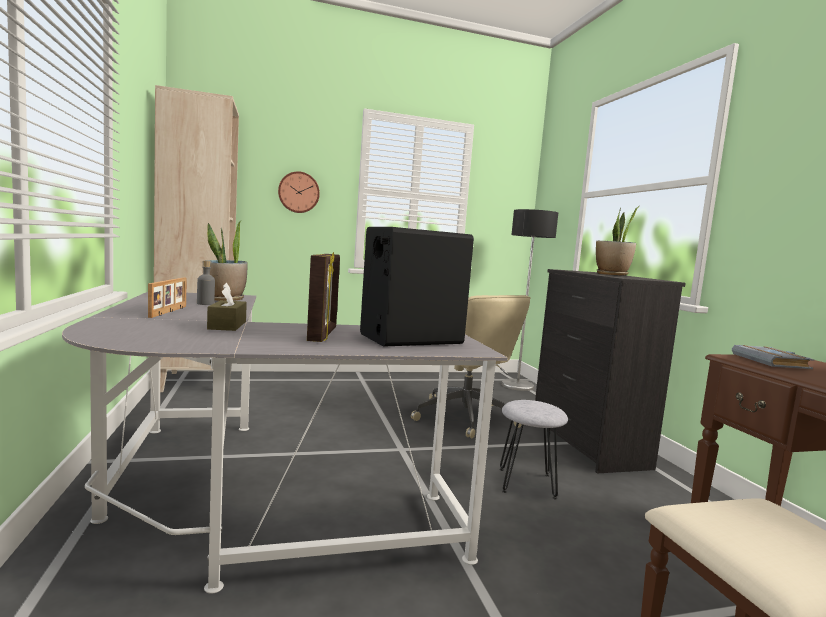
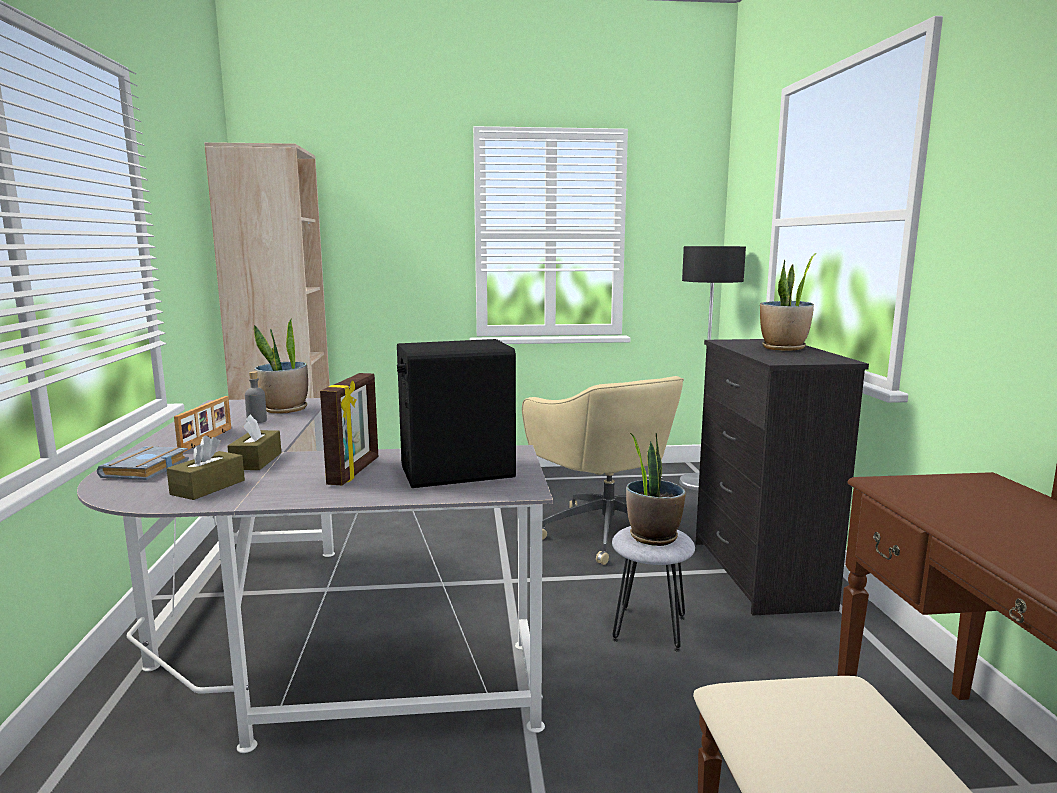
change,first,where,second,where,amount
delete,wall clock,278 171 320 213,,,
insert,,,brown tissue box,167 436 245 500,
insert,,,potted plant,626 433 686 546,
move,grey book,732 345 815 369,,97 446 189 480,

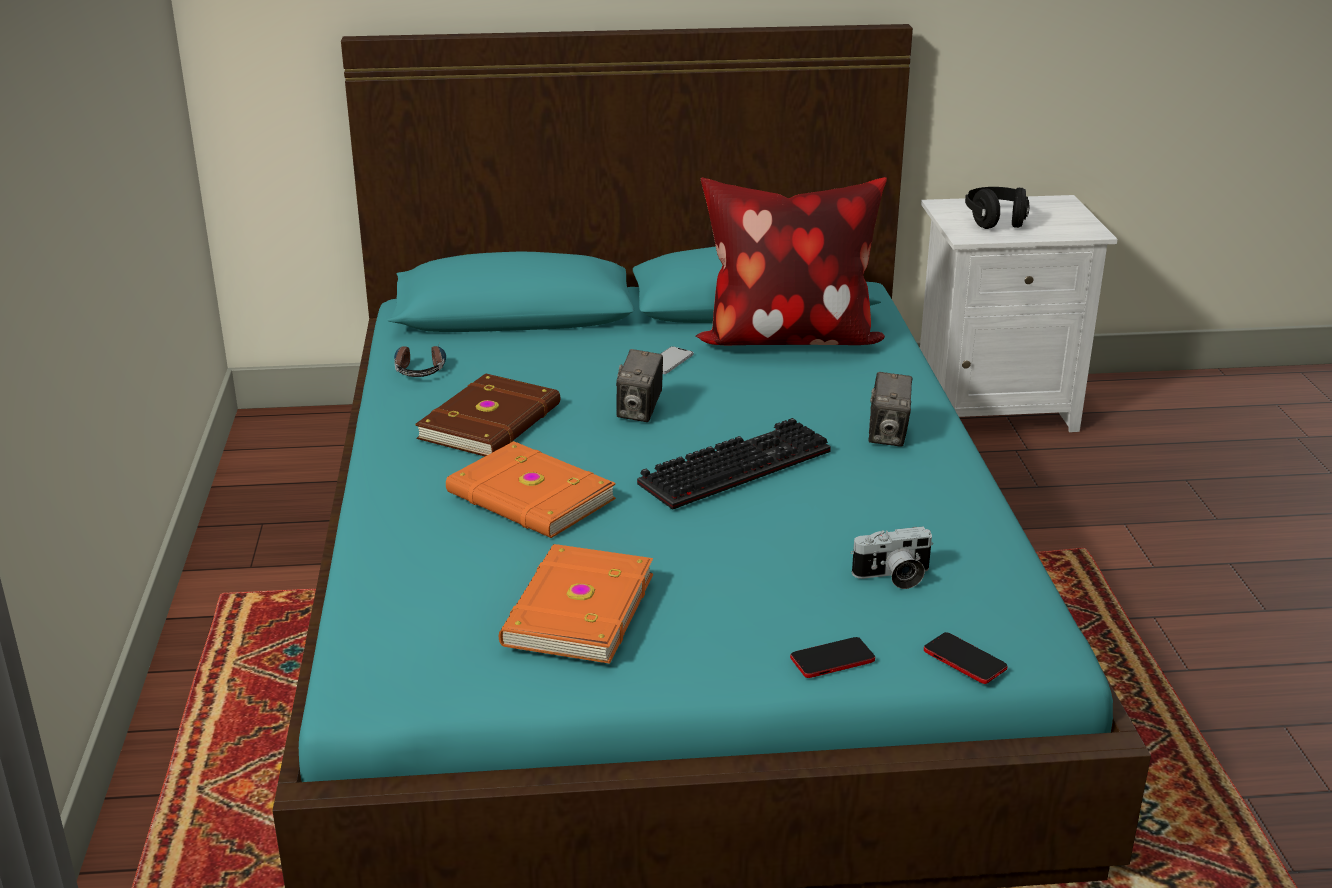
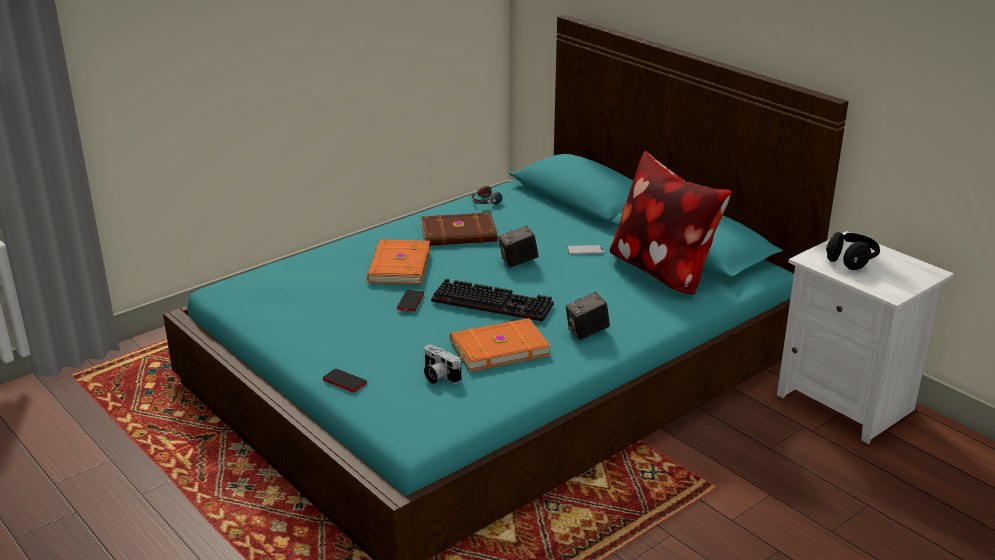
change,first,where,second,where,amount
move,orange book,499 544 653 664,,450 318 551 372,
move,phone,924 632 1007 684,,397 290 424 311,

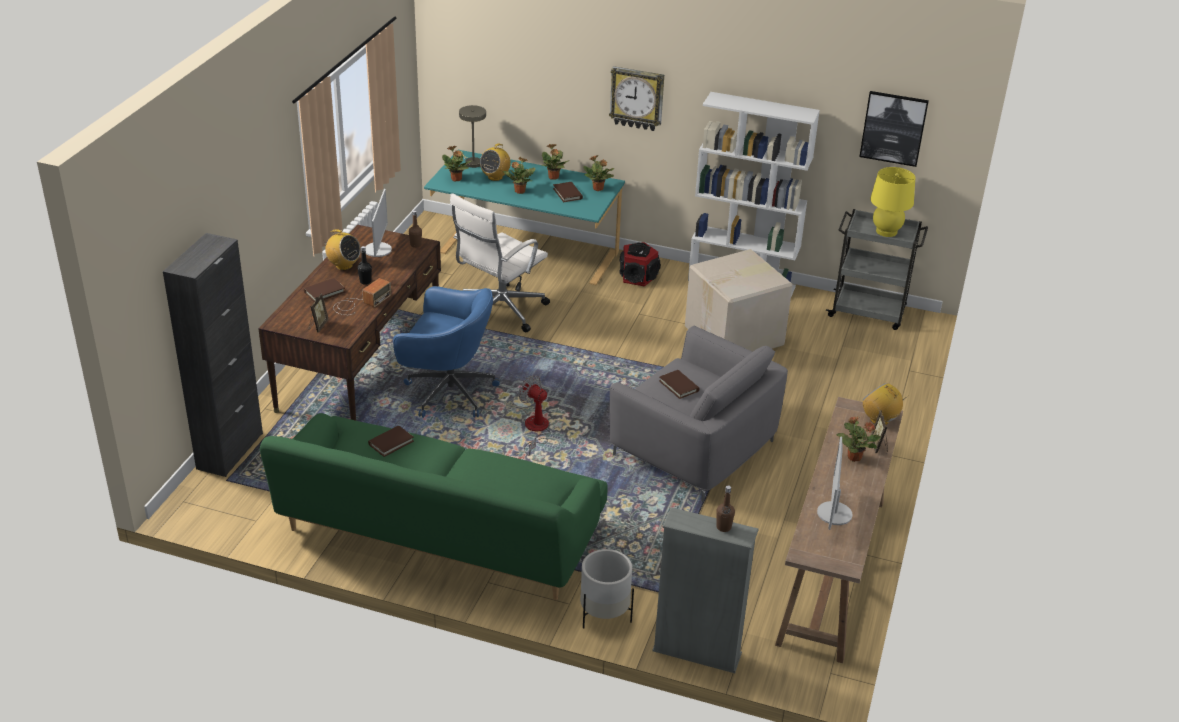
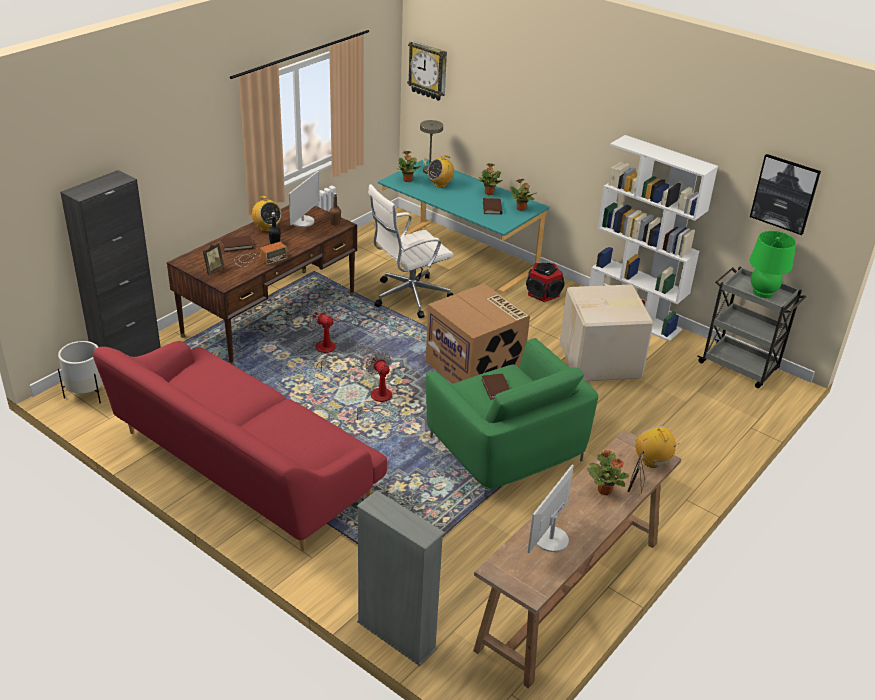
change,first,where,second,where,amount
delete,brown book,368 425 414 457,,,
delete,potted plant,503 157 535 194,,,
delete,brown bottle,716 486 735 532,,,
insert,,,cardboard box,426 284 530 384,
move,white planter,580 549 634 629,,58 341 103 403,
move,wall clock,609 66 664 131,,407 41 447 101,
replace,blue office chair,393 286 500 418,fan,309 305 337 373,
recolor,green sofa,260 413 608 600,red sofa,93 341 387 551,
recolor,grey armchair,610 326 788 502,green armchair,426 338 598 499,
recolor,yellow table lamp,870 167 915 237,green table lamp,750 231 796 298,

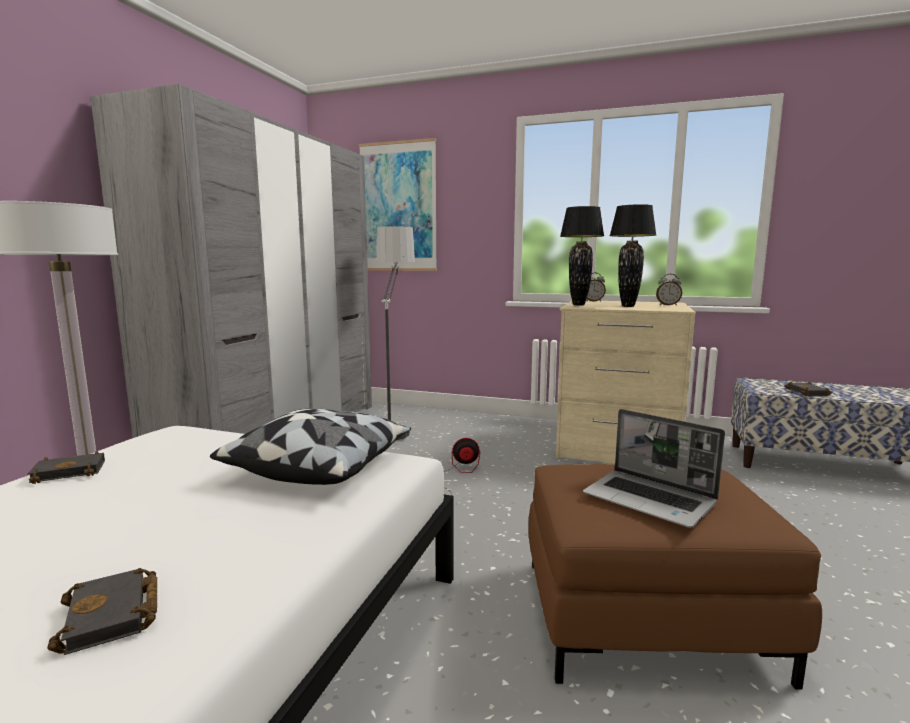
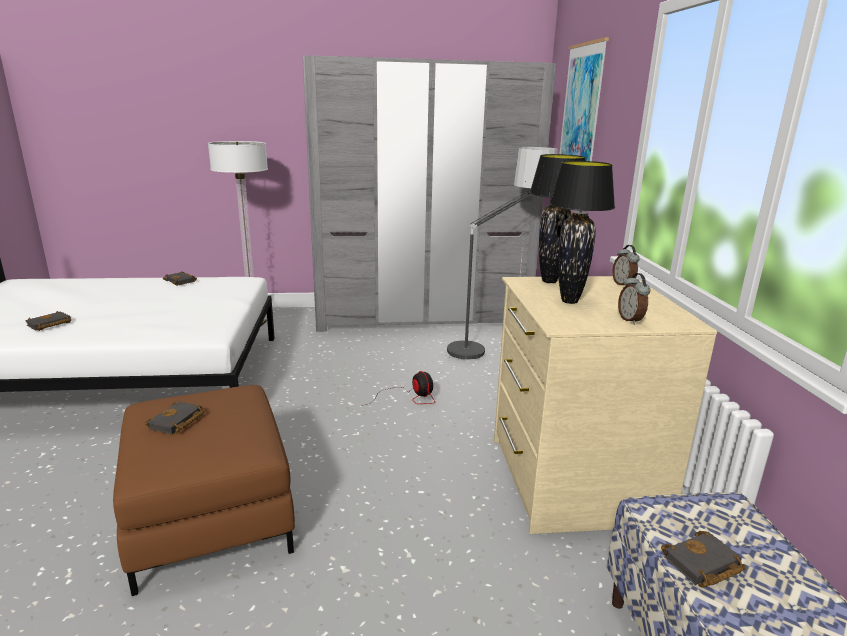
change,first,where,second,where,amount
delete,pillow,210 408 411 485,,,
replace,laptop,583 409 725 528,black book,145 401 205 434,

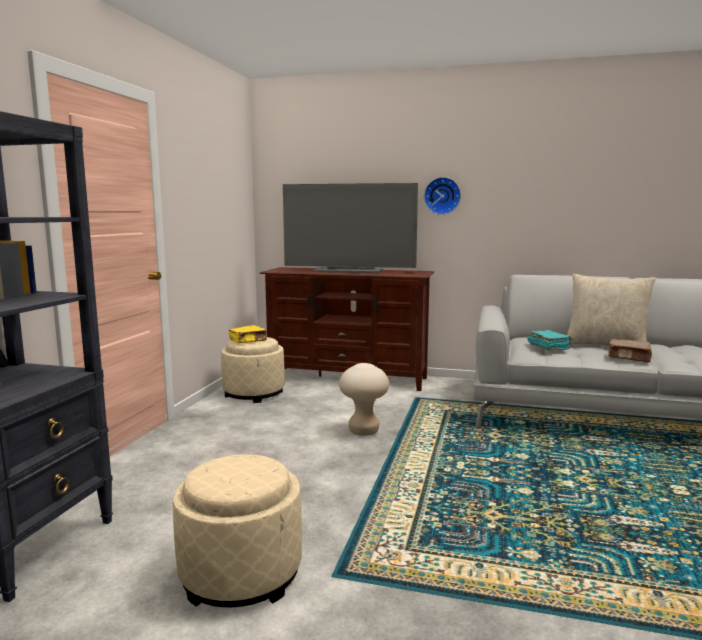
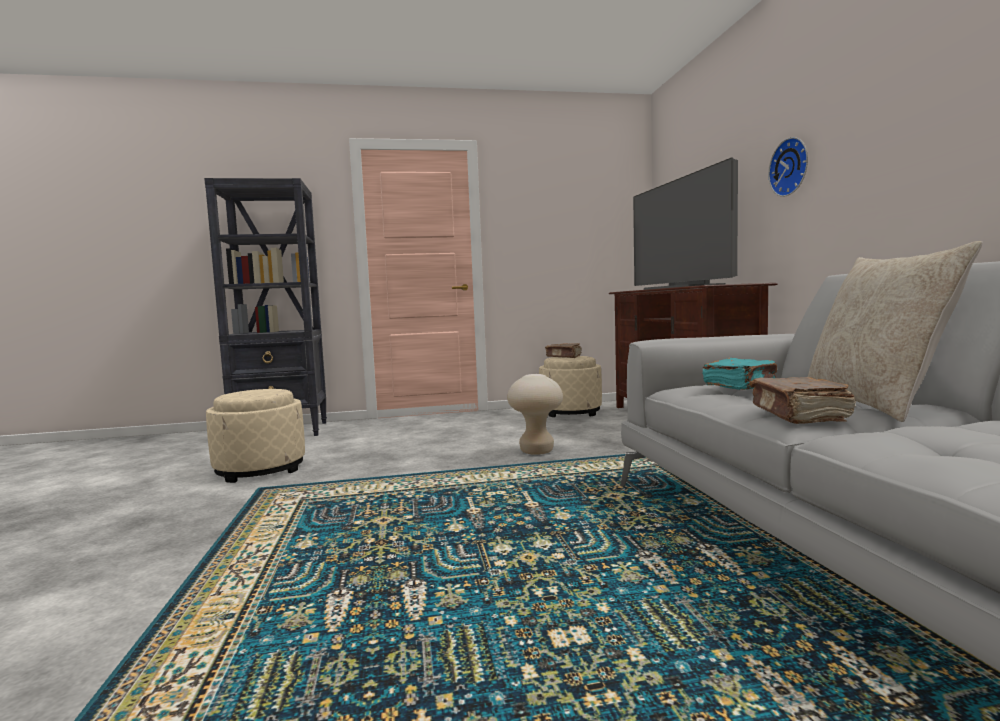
change,first,where,second,where,amount
recolor,yellow book,228 325 267 343,brown book,545 343 582 358,

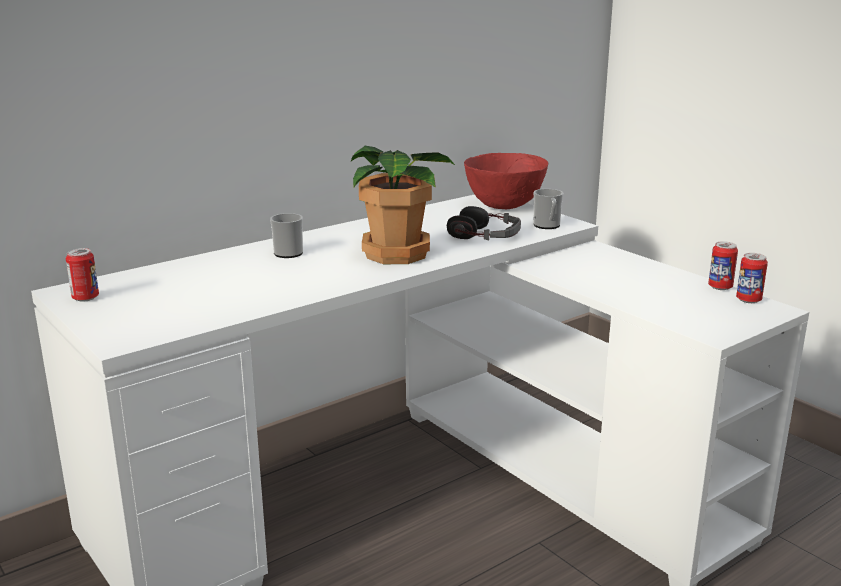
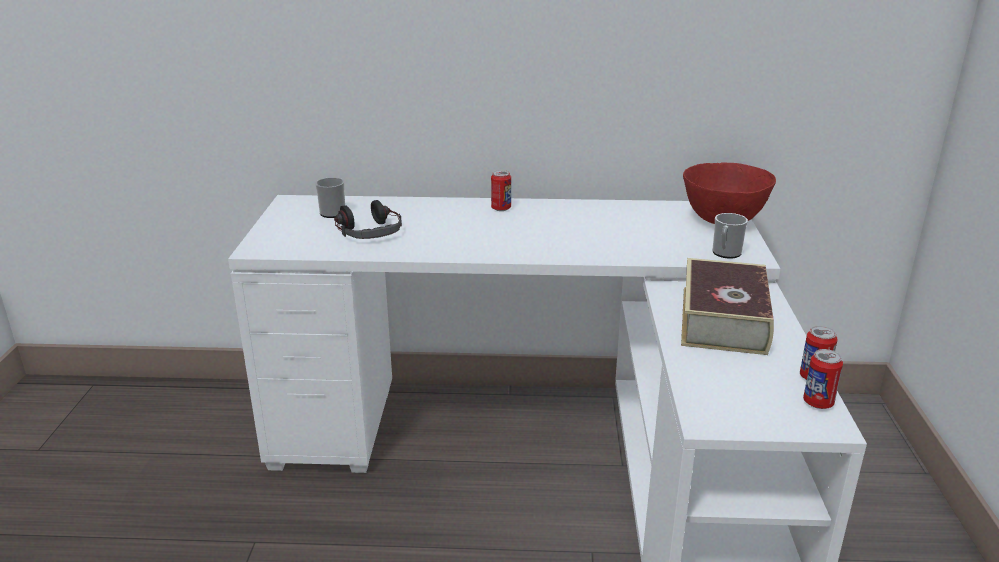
change,first,where,second,where,amount
delete,potted plant,351 146 456 264,,,
insert,,,book,681 258 774 355,
move,can,66 248 99 302,,491 170 511 211,
move,mug,270 213 303 258,,315 177 345 218,
move,headphones,447 206 521 241,,334 200 402 239,

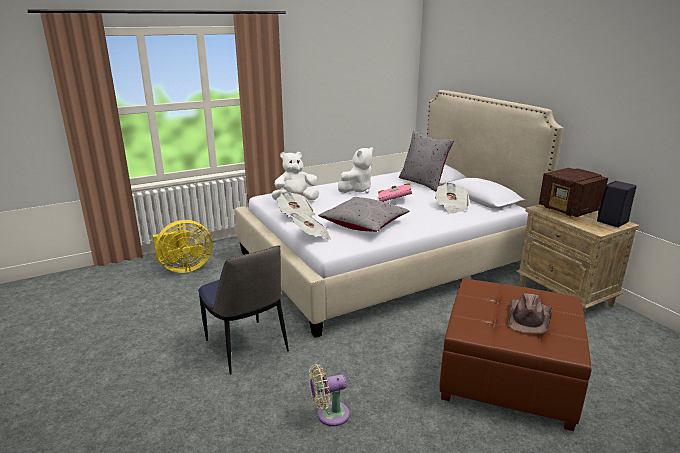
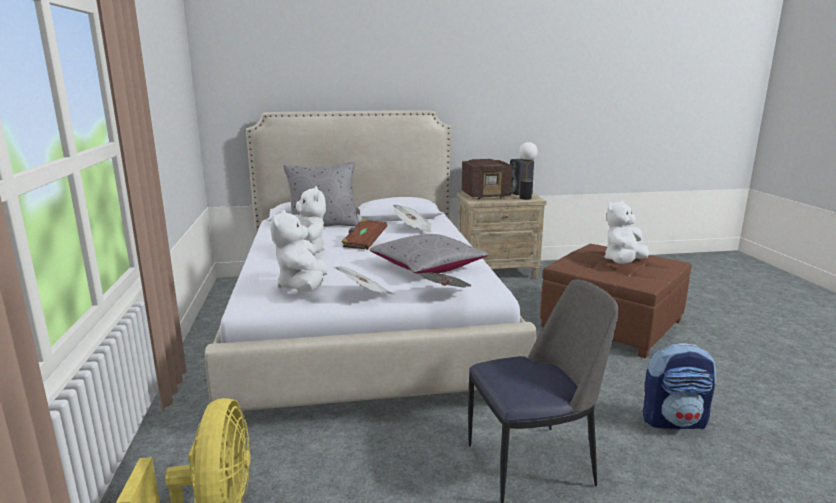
change,first,where,second,where,amount
insert,,,table lamp,519 142 538 200,
replace,beige fan,309 364 350 426,backpack,643 343 716 429,
replace,brown hat,508 293 553 334,white plush toy,605 200 649 264,
recolor,pink book,378 183 412 202,brown book,341 219 387 250,

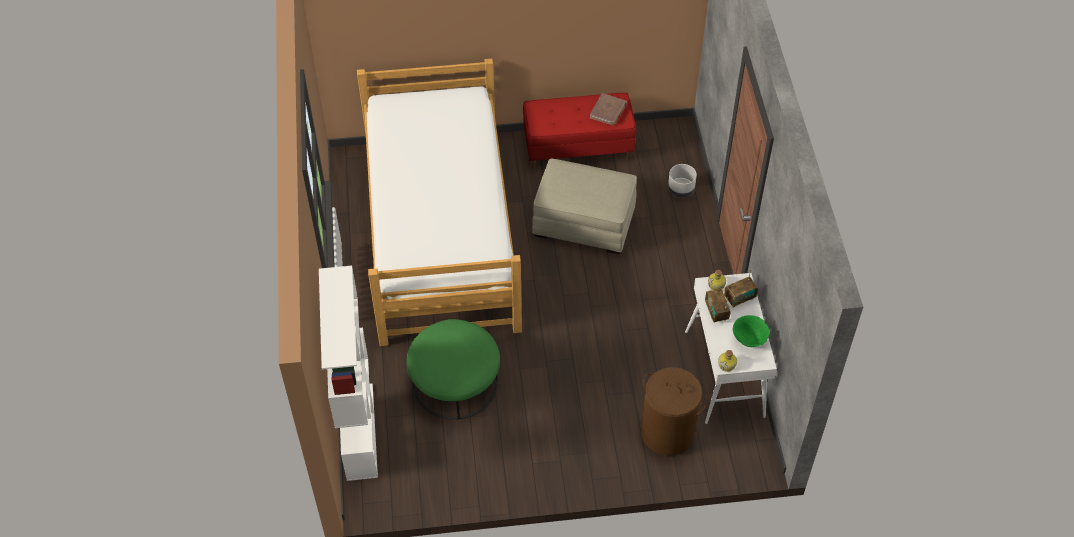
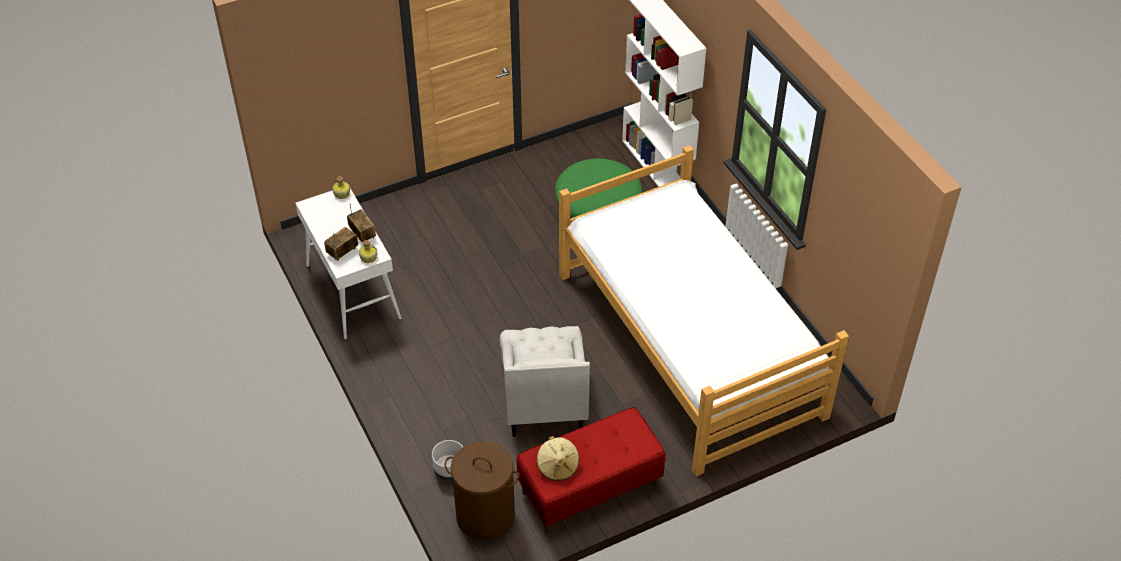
change,first,where,second,where,amount
delete,green bowl,733 315 770 347,,,
move,brown laundry basket,641 367 706 456,,445 441 519 540,
replace,beige ottoman,532 158 637 254,white armchair,500 326 590 437,
replace,brown book,590 93 627 125,beige hat,536 436 579 481,

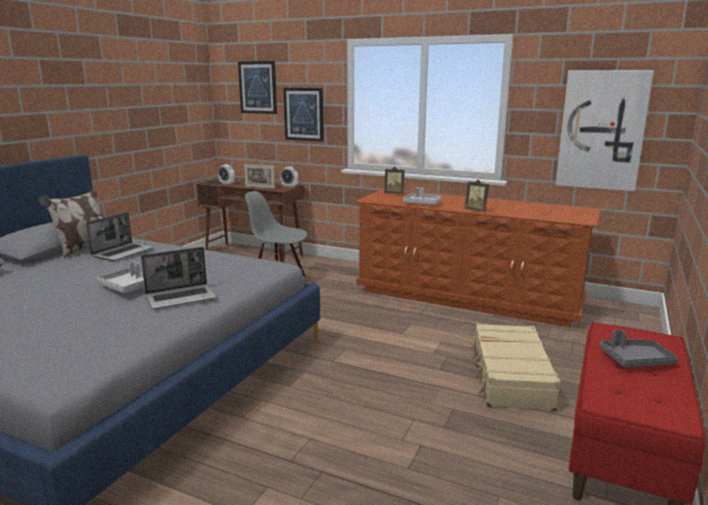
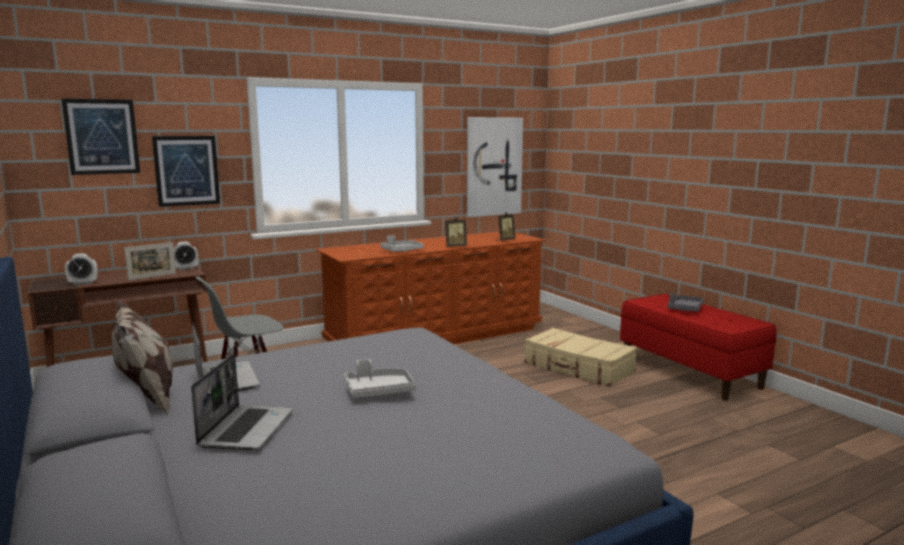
change,first,where,second,where,amount
move,laptop,141 247 217 309,,191 354 293 450,
move,picture frame,384 167 405 194,,496 212 516 241,

